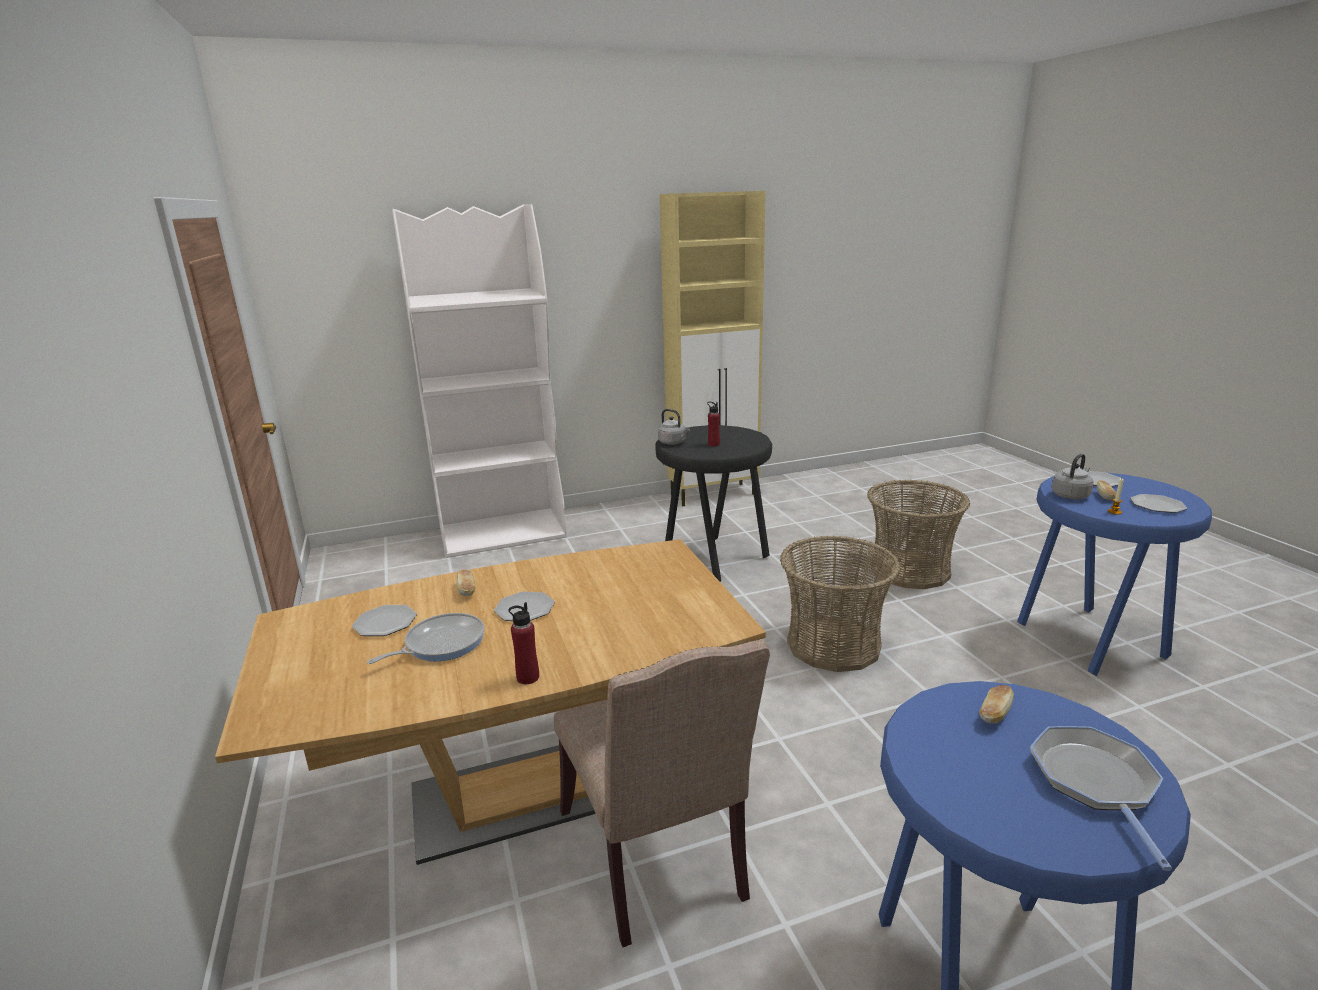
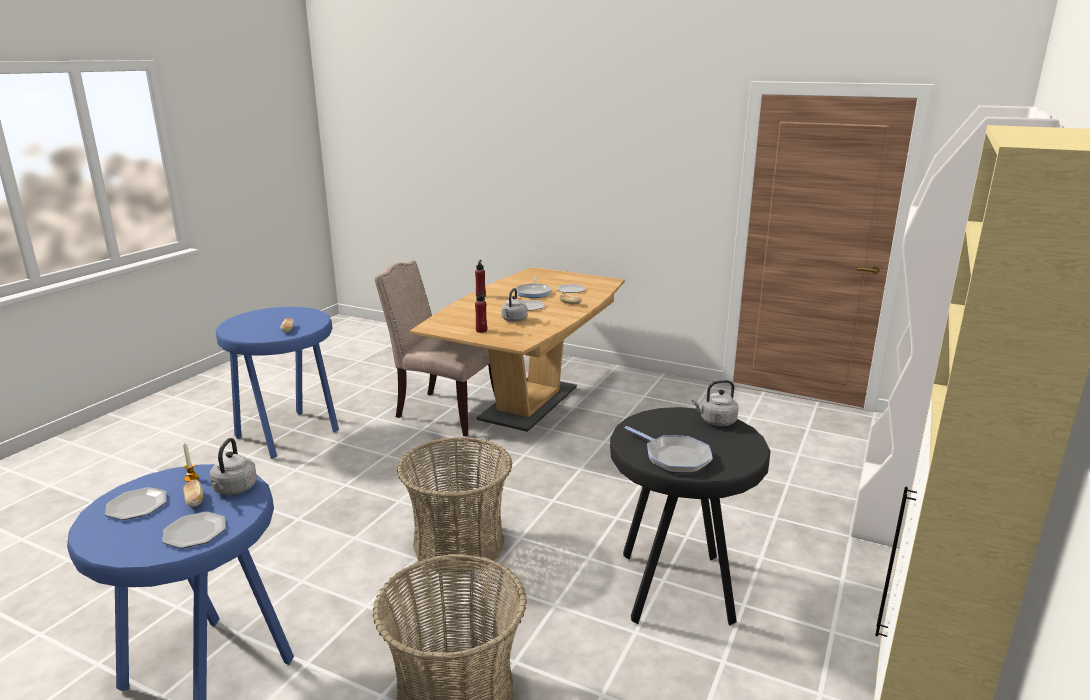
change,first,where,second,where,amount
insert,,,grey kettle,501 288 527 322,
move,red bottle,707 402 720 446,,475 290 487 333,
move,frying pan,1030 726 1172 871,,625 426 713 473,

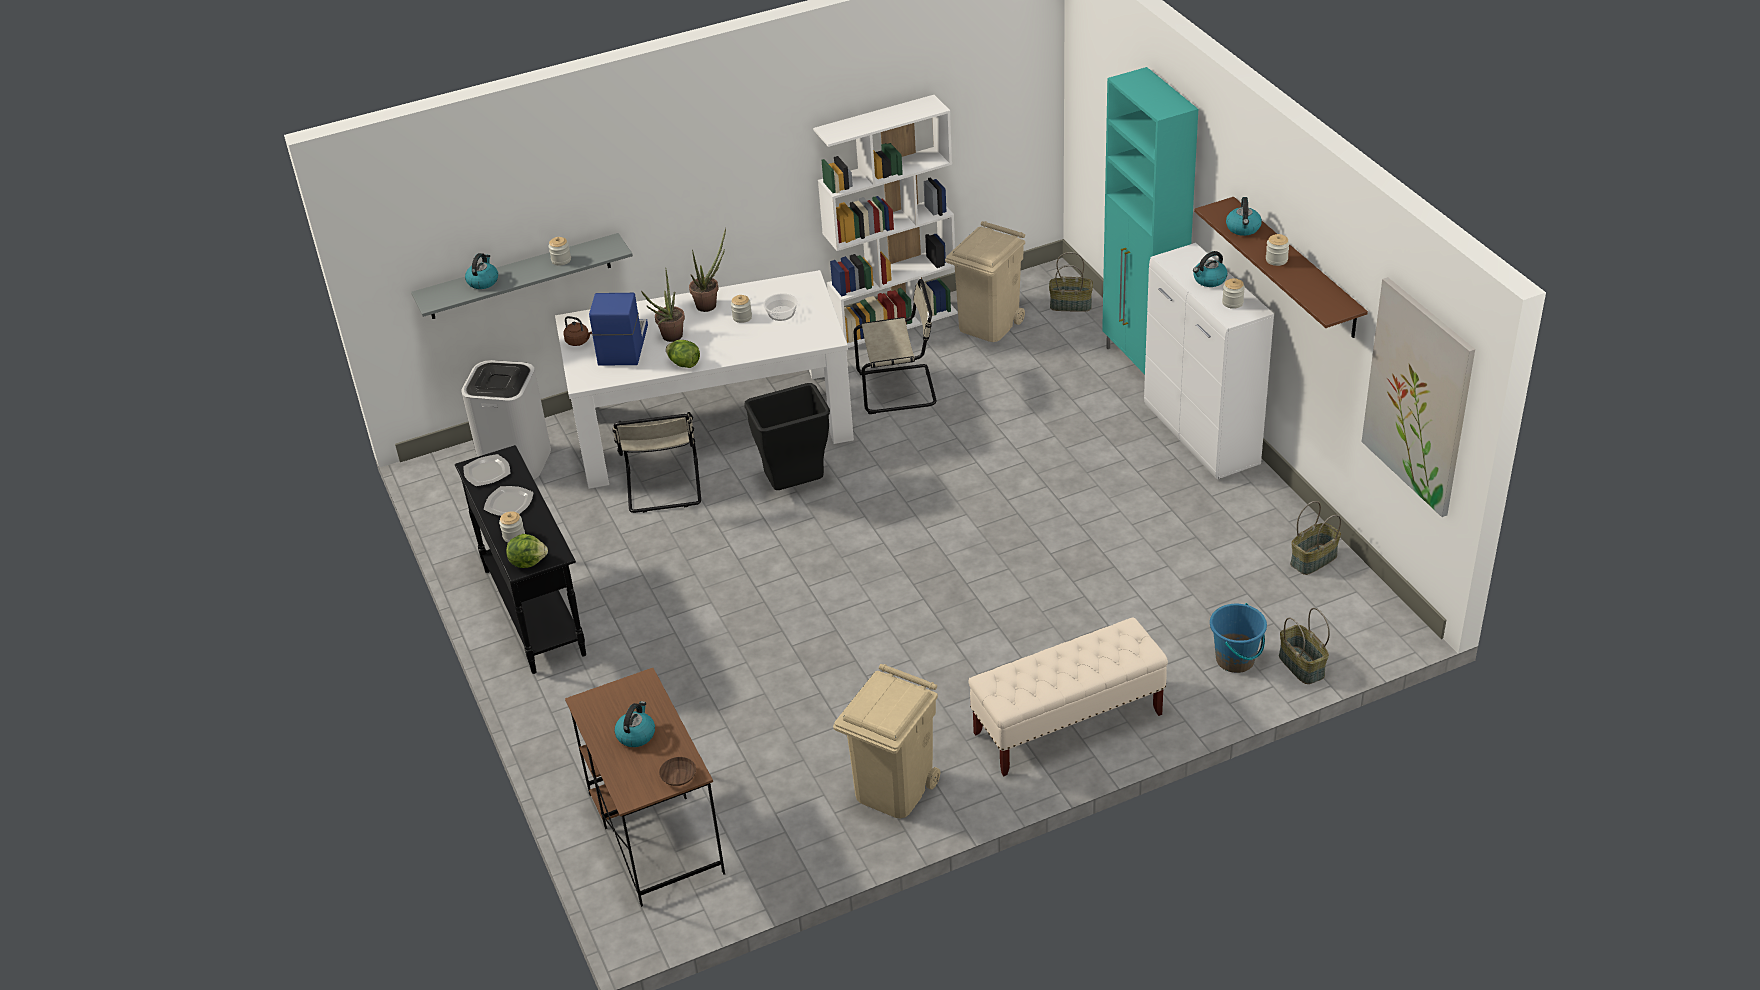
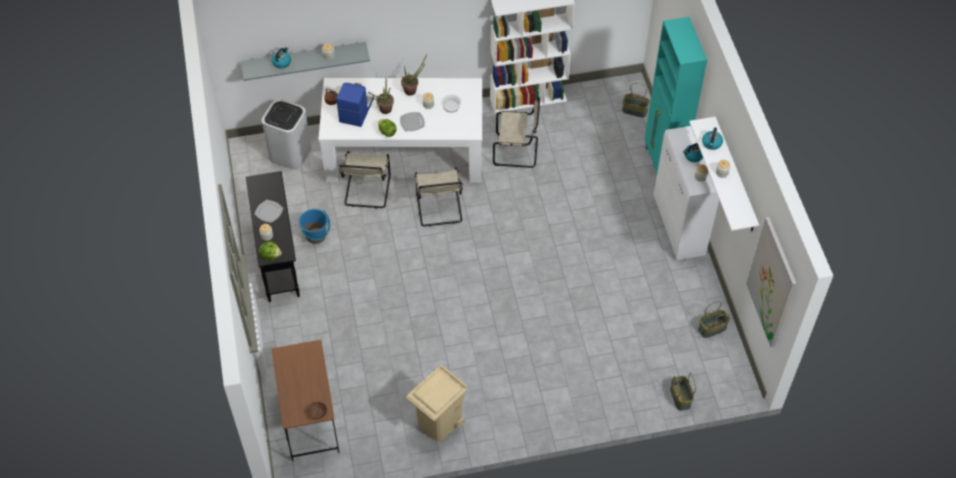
change,first,where,second,where,amount
delete,kettle,615 701 655 747,,,
delete,beige trash can,945 221 1025 342,,,
delete,beige bench,968 617 1168 776,,,
move,plate,463 454 510 486,,400 112 425 131,
move,blue bucket,1210 603 1267 673,,299 209 330 244,
replace,black trash can,744 383 830 490,beige chair,414 168 463 226,
recolor,brown shelf,1194 197 1368 338,white shelf,689 117 759 232,

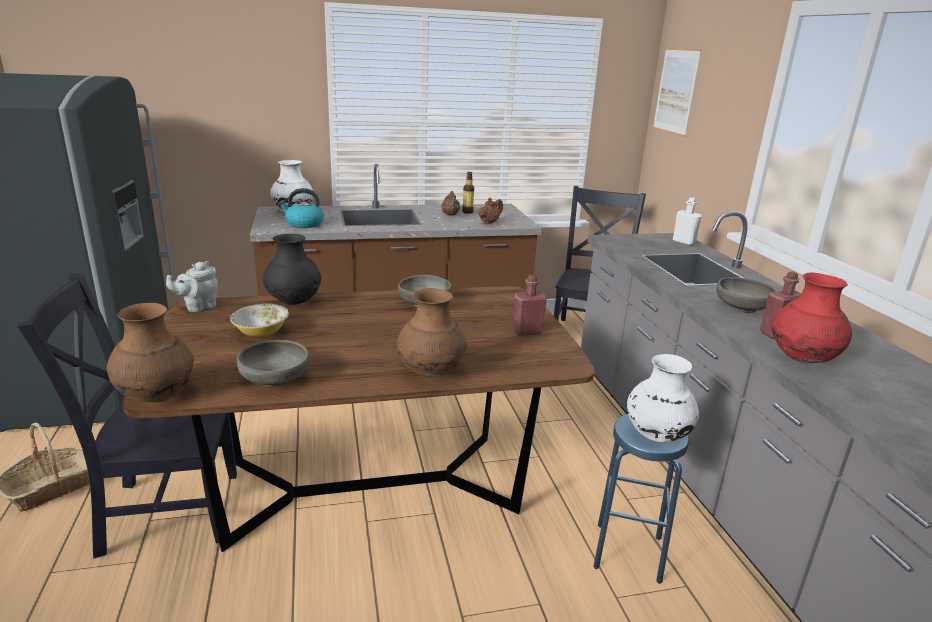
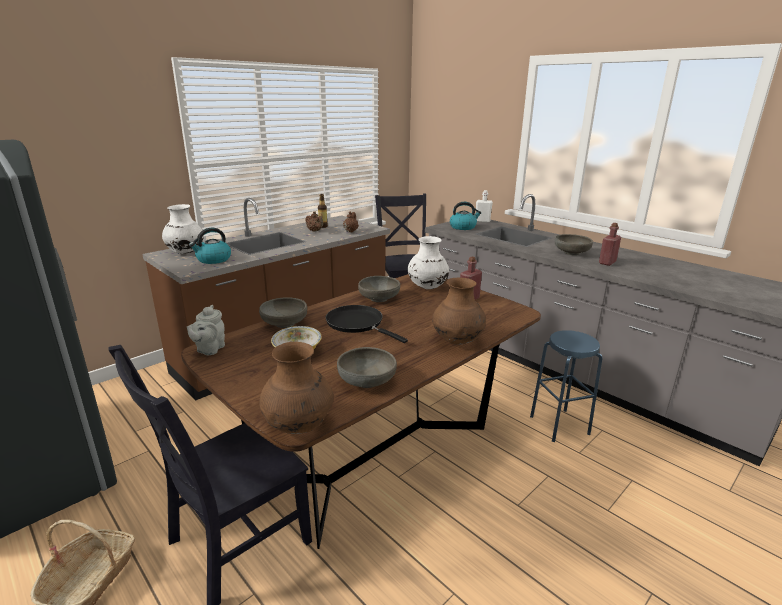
change,first,where,second,where,amount
delete,picture,653 48 701 137,,,
delete,red vase,771 273 852 363,,,
insert,,,black frying pan,326 305 408 343,
insert,,,kettle,450 202 481 230,
move,white vase,627 354 699 443,,408 236 449 289,
replace,black vase,263 234 321 305,grey bowl,259 297 307 328,

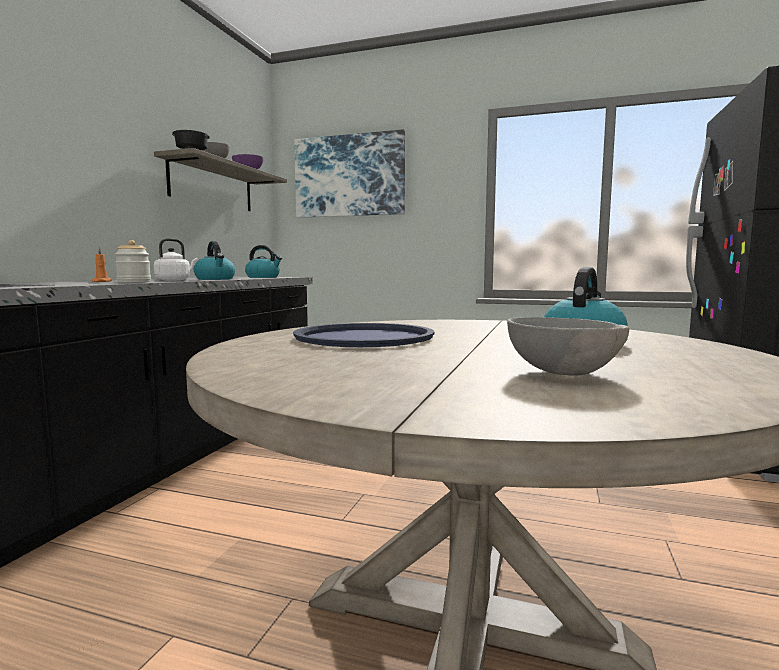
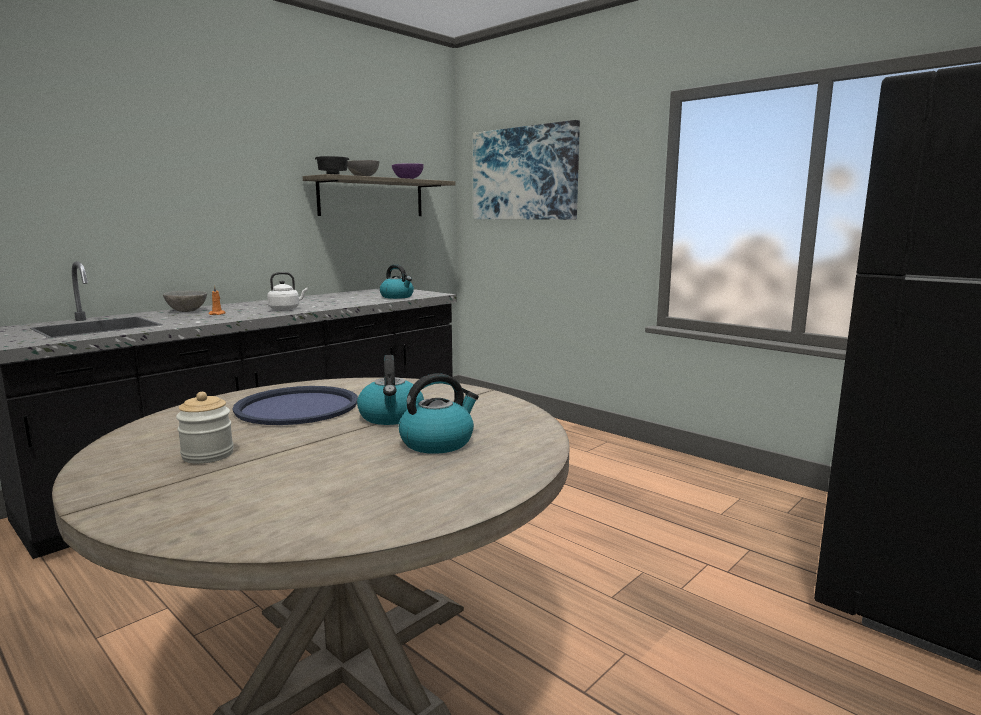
change,first,where,second,where,amount
move,jar,115 240 151 283,,176 392 234 464,
move,kettle,194 241 235 280,,357 355 424 425,
move,grey bowl,507 317 629 376,,163 291 207 312,

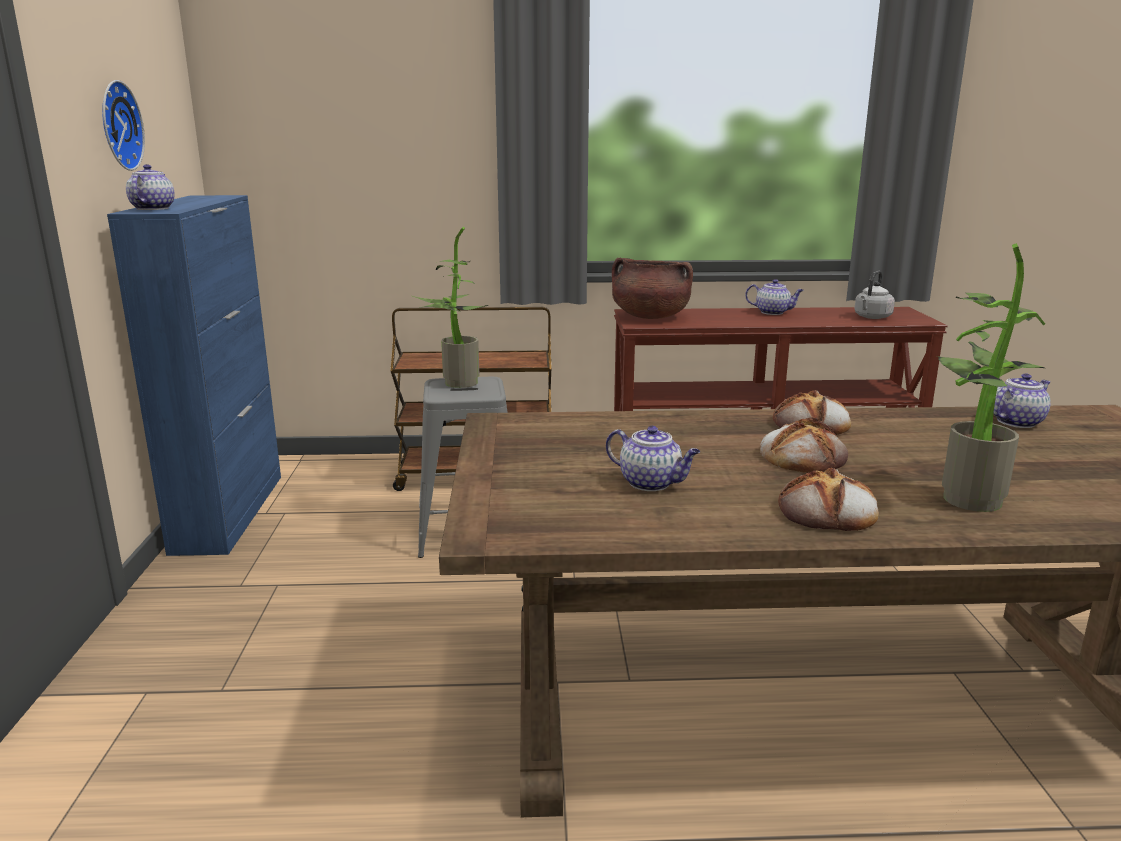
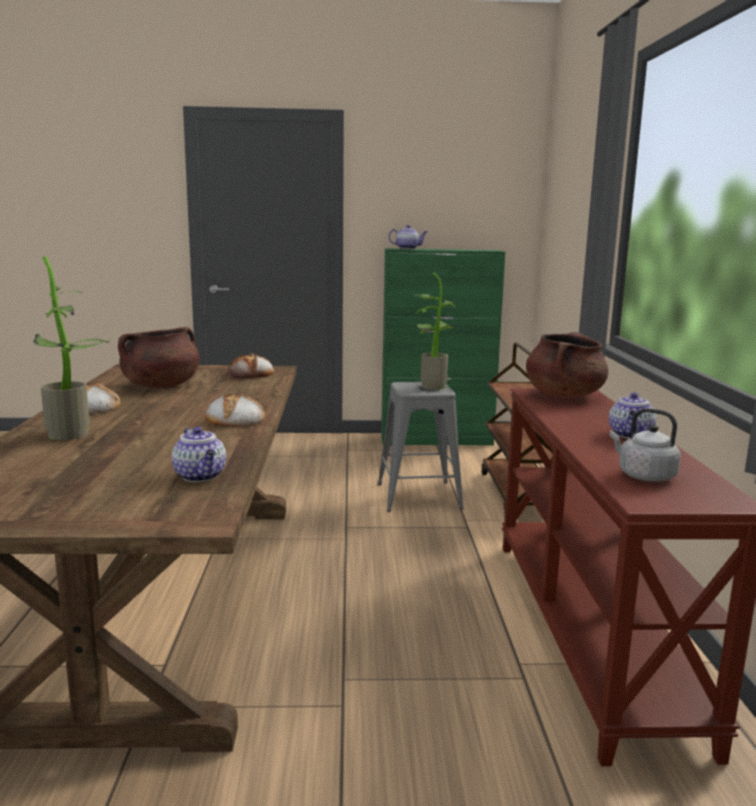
change,first,where,second,where,amount
delete,wall clock,102 80 145 171,,,
move,bread,760 418 848 473,,228 353 274 378,
replace,teapot,606 426 700 491,brown cooking pot,118 327 199 388,
recolor,blue cabinet,107 195 281 556,green cabinet,381 248 505 445,

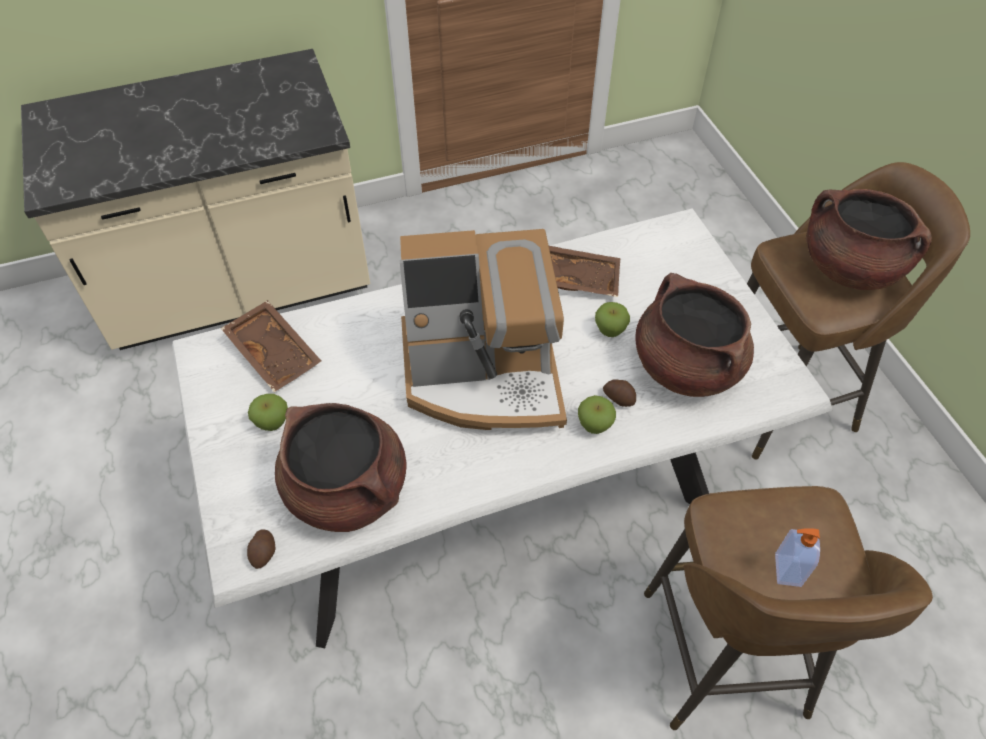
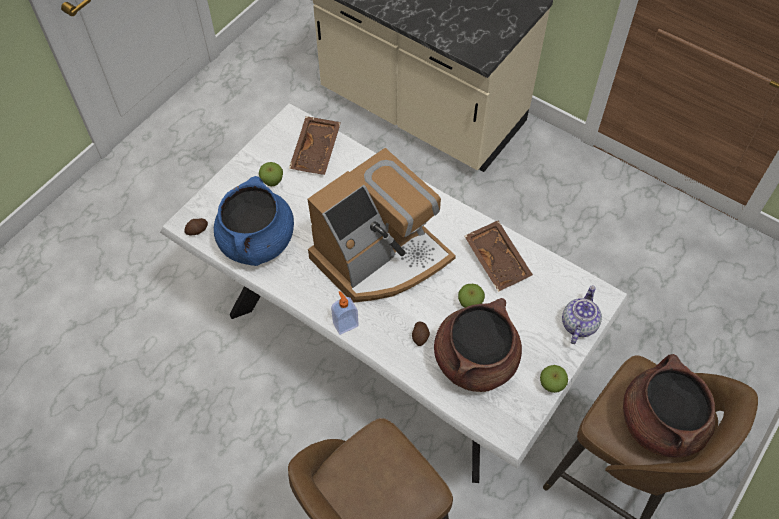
change,first,where,second,where,amount
insert,,,teapot,562 285 602 344,
move,apple,578 395 616 434,,540 365 568 393,
move,soap dispenser,775 528 820 587,,331 291 359 335,
recolor,brown cooking pot,275 403 407 532,blue cooking pot,214 176 294 266,
rotate,coffee machine,400 229 567 430,,307 148 456 303,90 degrees counterclockwise

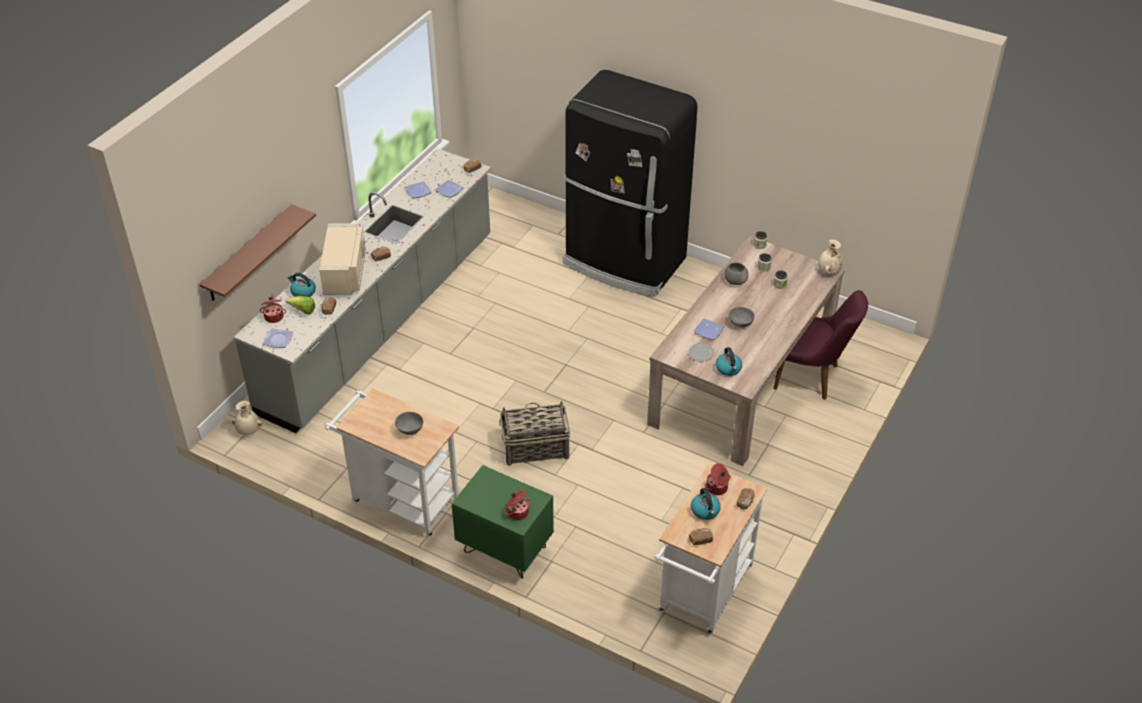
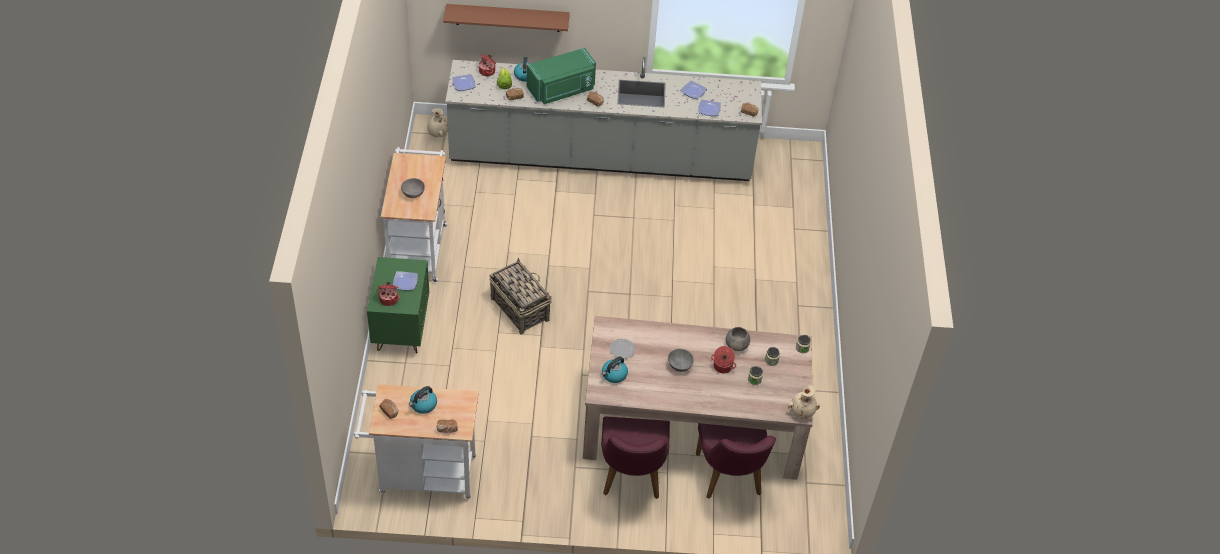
change,first,where,second,where,amount
delete,black fridge,562 70 698 297,,,
insert,,,purple chair,601 417 670 499,
move,plate,694 319 724 340,,393 271 418 290,
move,cooking pot,705 463 731 495,,711 346 736 373,
recolor,beige microwave,319 223 366 295,green microwave,527 48 596 104,

